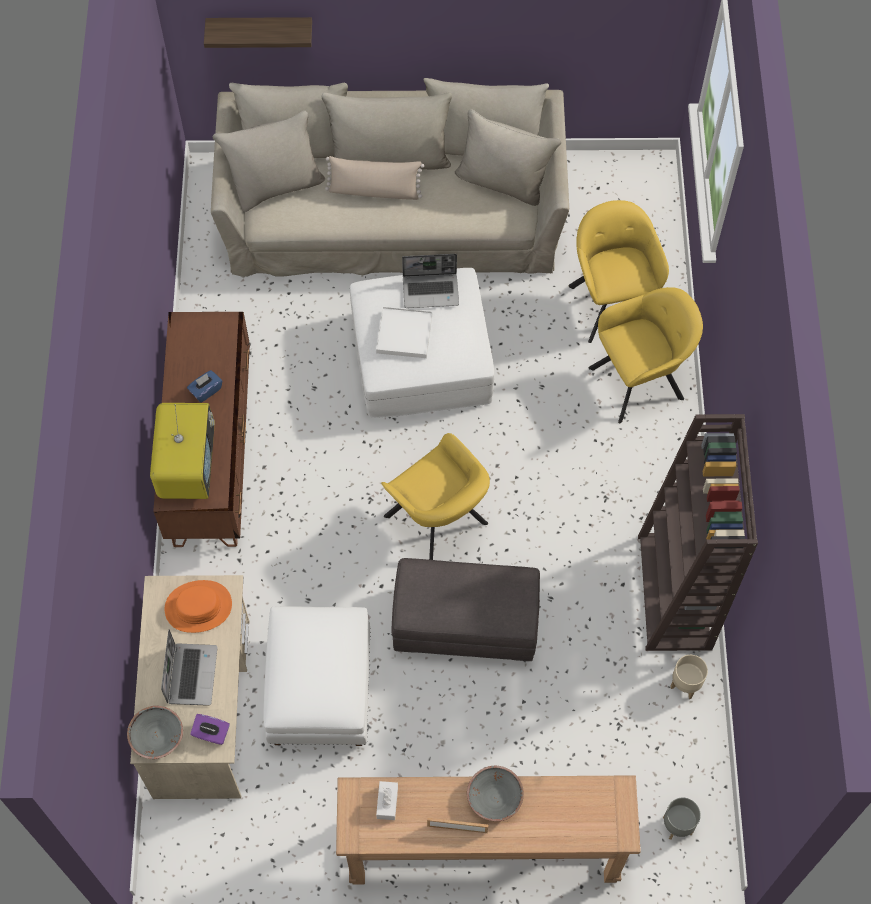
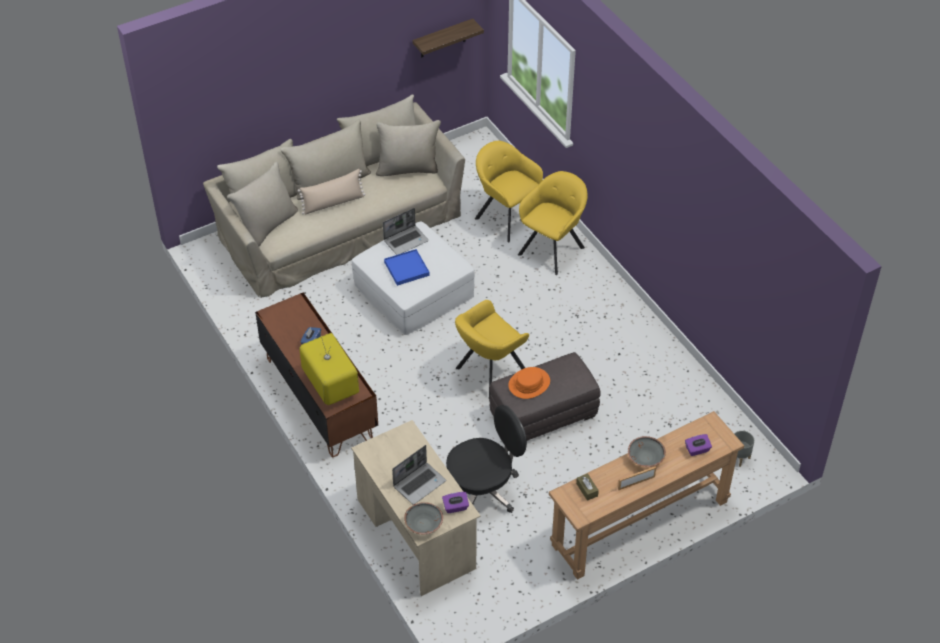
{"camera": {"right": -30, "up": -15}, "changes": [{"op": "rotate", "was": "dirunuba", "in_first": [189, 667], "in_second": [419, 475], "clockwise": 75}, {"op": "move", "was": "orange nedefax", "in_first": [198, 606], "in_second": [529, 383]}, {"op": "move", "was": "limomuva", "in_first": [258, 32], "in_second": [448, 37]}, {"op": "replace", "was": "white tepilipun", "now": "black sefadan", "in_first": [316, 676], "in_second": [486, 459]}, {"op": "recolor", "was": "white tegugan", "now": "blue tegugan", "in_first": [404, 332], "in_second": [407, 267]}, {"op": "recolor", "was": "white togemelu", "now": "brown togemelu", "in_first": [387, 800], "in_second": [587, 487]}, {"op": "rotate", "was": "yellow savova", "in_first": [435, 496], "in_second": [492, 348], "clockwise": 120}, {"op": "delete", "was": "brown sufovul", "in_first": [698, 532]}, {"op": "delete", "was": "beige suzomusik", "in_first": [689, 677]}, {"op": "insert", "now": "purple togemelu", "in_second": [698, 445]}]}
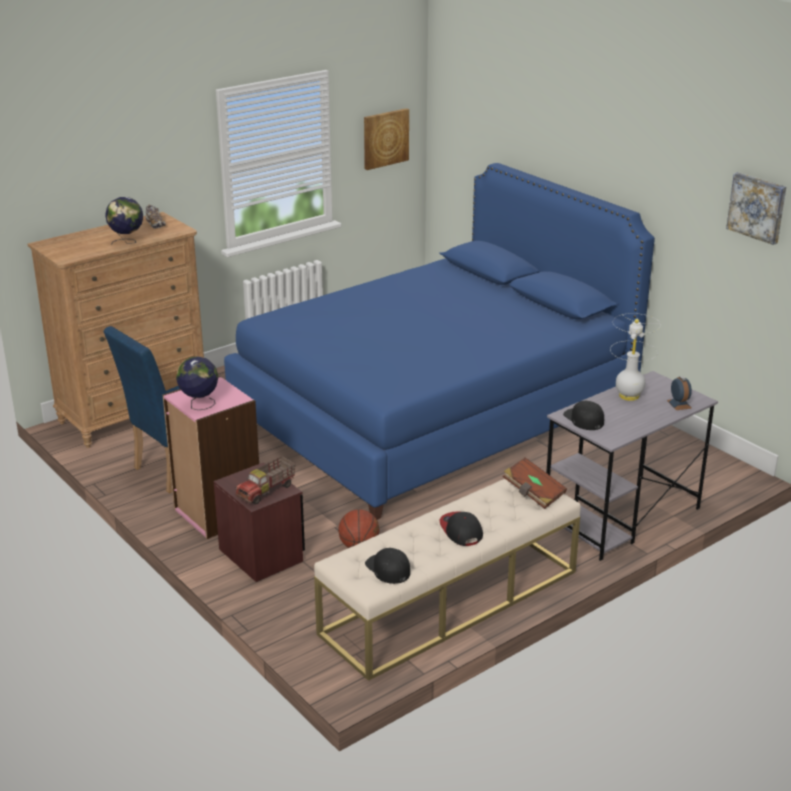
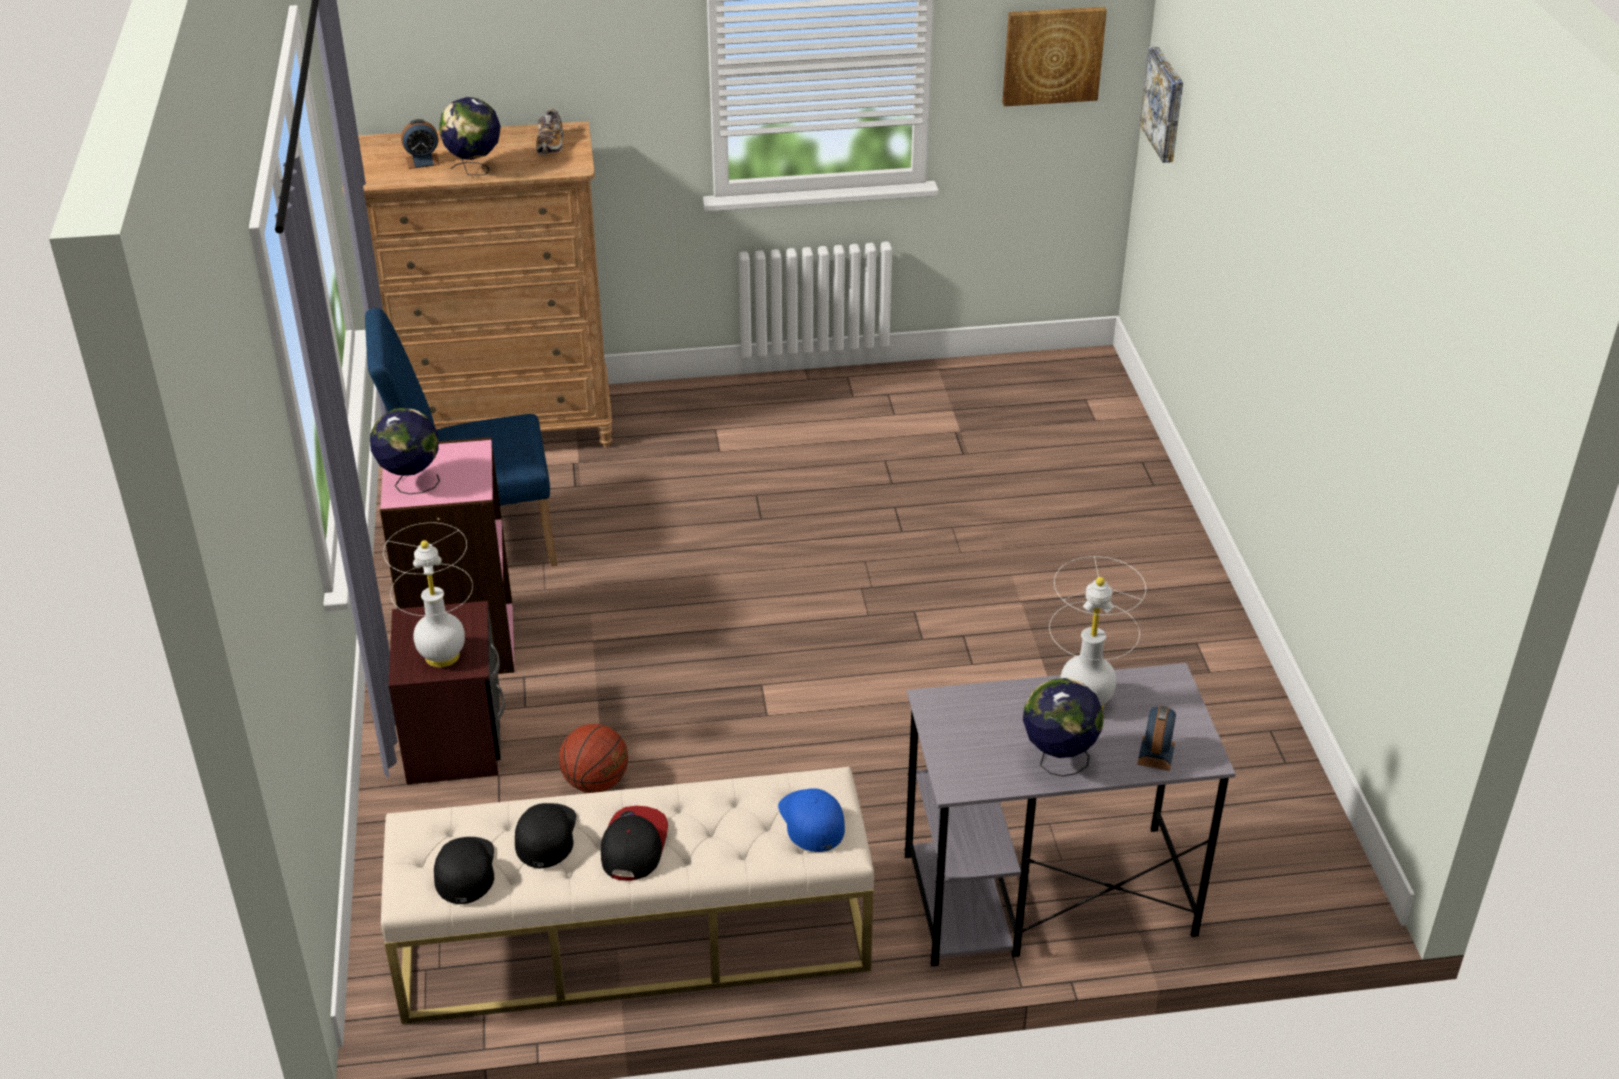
{"camera": {"right": 30, "up": 10}, "changes": [{"op": "delete", "was": "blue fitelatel", "in_first": [439, 341]}, {"op": "replace", "was": "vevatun", "now": "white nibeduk", "in_first": [266, 480], "in_second": [428, 594]}, {"op": "replace", "was": "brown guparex", "now": "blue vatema", "in_first": [535, 483], "in_second": [811, 820]}, {"op": "move", "was": "black vatema", "in_first": [583, 415], "in_second": [545, 835]}, {"op": "move", "was": "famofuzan", "in_first": [756, 208], "in_second": [1161, 105]}, {"op": "insert", "now": "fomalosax", "in_second": [420, 144]}, {"op": "insert", "now": "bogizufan", "in_second": [1063, 727]}]}
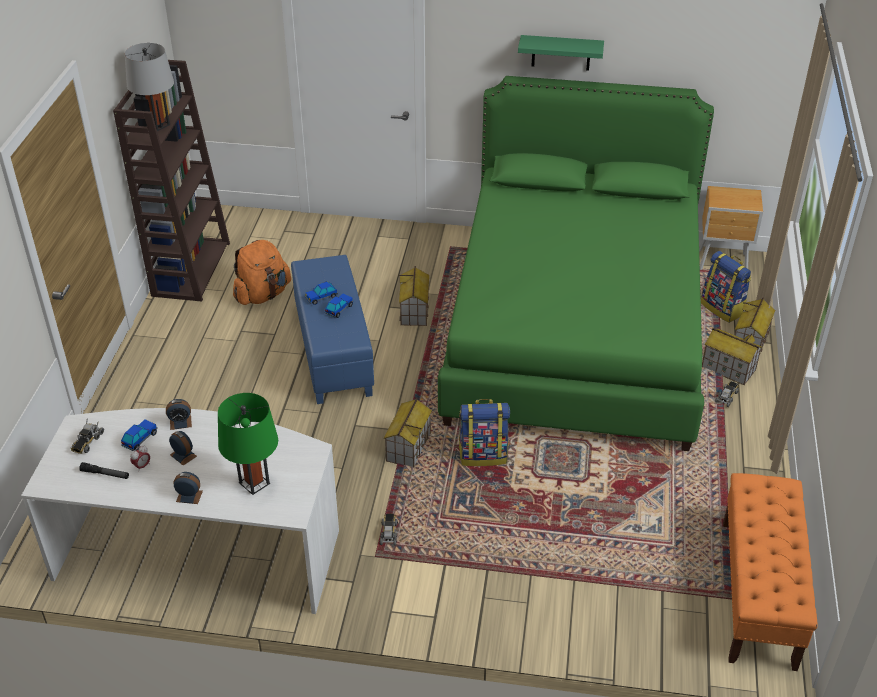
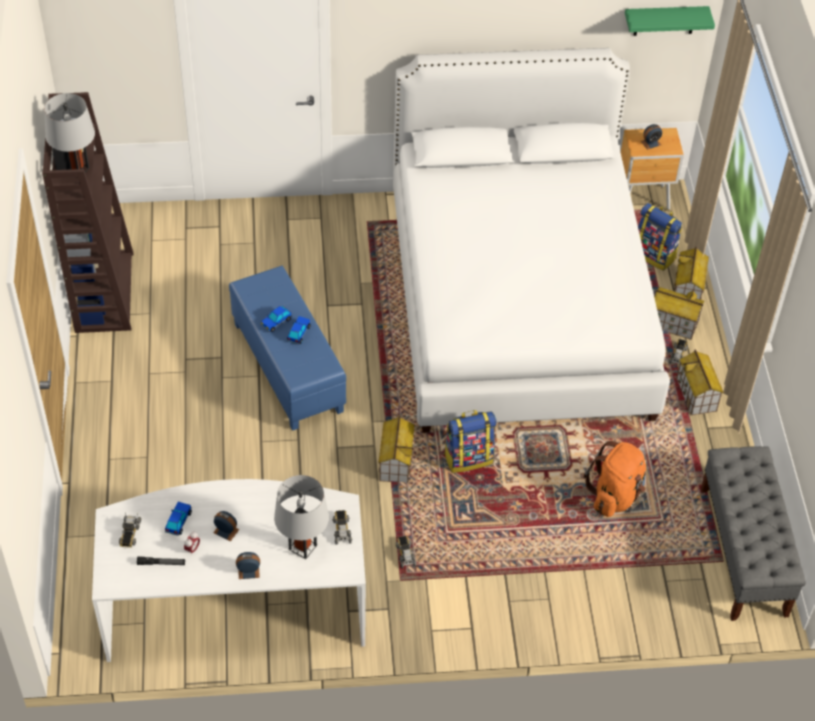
{"camera": {"right": -15, "up": 10}, "changes": [{"op": "move", "was": "fomalosax", "in_first": [179, 414], "in_second": [651, 137]}, {"op": "recolor", "was": "green nibeduk", "now": "grey nibeduk", "in_first": [248, 444], "in_second": [301, 517]}, {"op": "move", "was": "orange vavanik", "in_first": [262, 272], "in_second": [615, 479]}, {"op": "move", "was": "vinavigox", "in_first": [414, 296], "in_second": [700, 383]}, {"op": "recolor", "was": "green fitelatel", "now": "white fitelatel", "in_first": [576, 263], "in_second": [531, 240]}, {"op": "move", "was": "green limomuva", "in_first": [561, 52], "in_second": [670, 21]}, {"op": "recolor", "was": "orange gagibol", "now": "grey gagibol", "in_first": [770, 572], "in_second": [753, 533]}, {"op": "insert", "now": "vevatun", "in_second": [342, 527]}]}
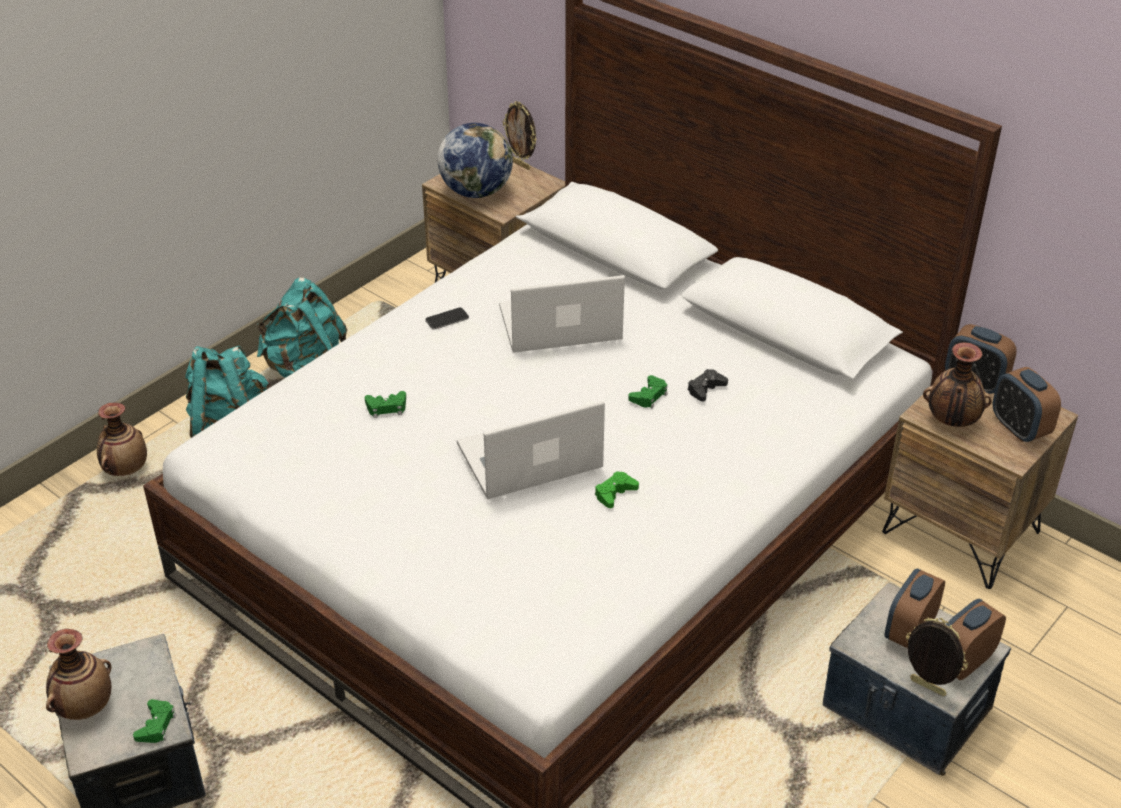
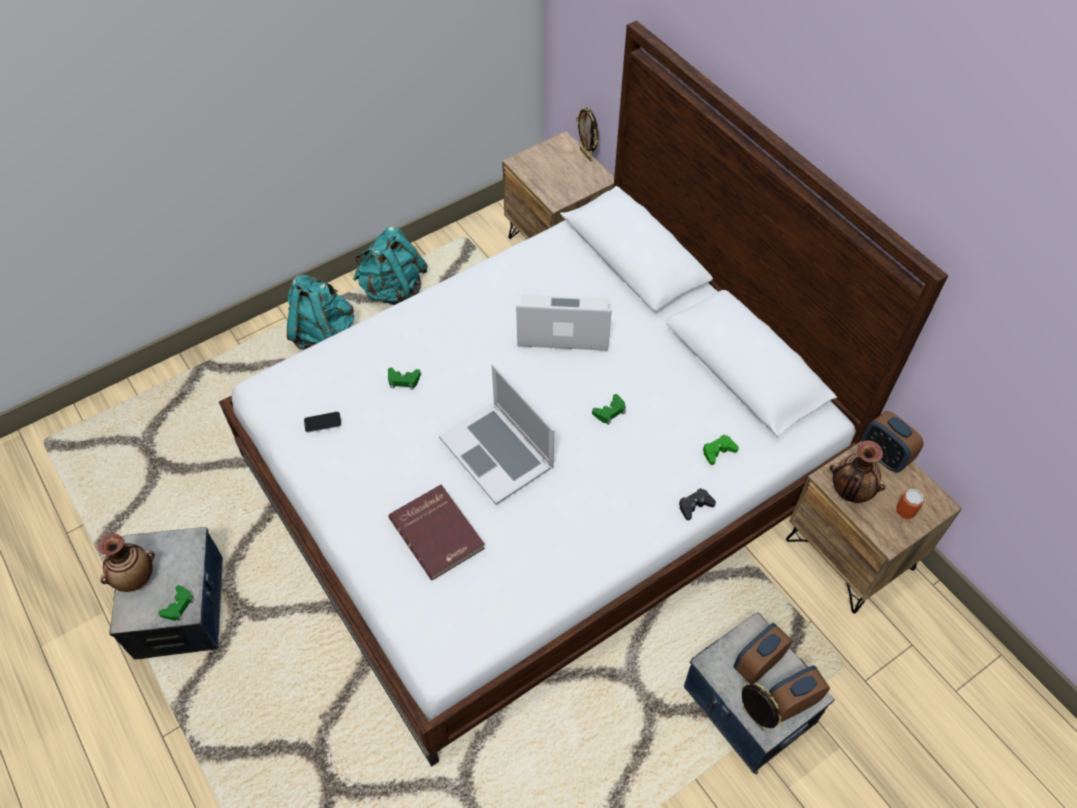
{"camera": {"right": 15, "up": 15}, "changes": [{"op": "delete", "was": "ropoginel", "in_first": [122, 439]}, {"op": "move", "was": "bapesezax", "in_first": [447, 319], "in_second": [322, 422]}, {"op": "delete", "was": "bogizufan", "in_first": [475, 160]}, {"op": "rotate", "was": "dirunuba", "in_first": [531, 450], "in_second": [496, 434], "clockwise": -120}, {"op": "move", "was": "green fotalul", "in_first": [617, 489], "in_second": [721, 450]}, {"op": "move", "was": "black fotalul", "in_first": [708, 385], "in_second": [697, 504]}, {"op": "replace", "was": "fomalosax", "now": "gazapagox", "in_first": [1027, 404], "in_second": [910, 504]}, {"op": "insert", "now": "red guparex", "in_second": [436, 532]}]}
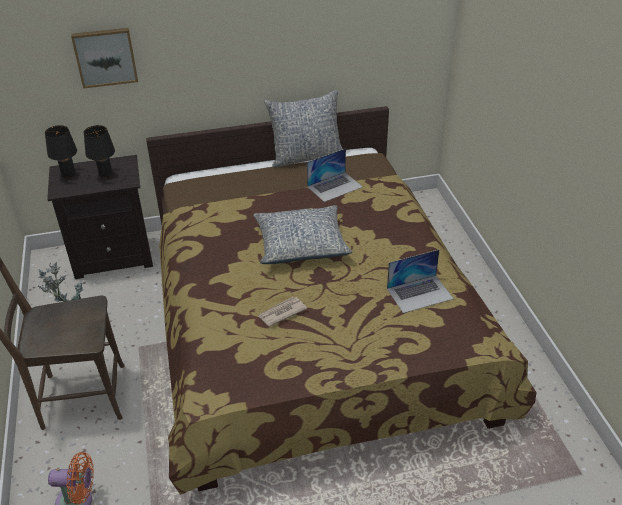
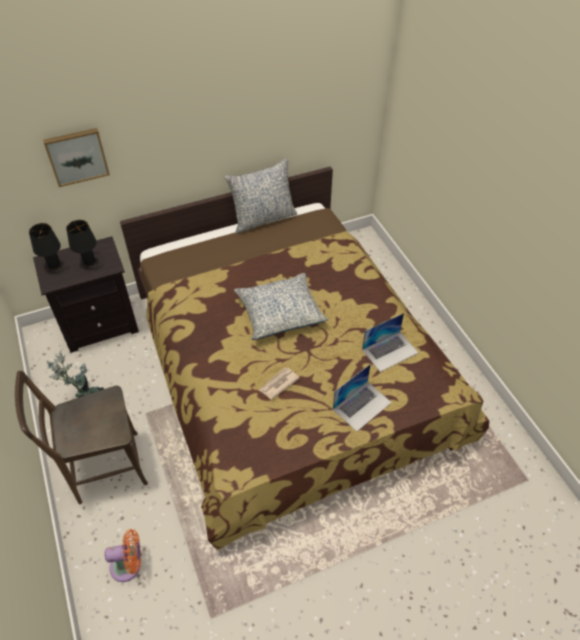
{"camera": {"right": -10, "up": 10}, "changes": [{"op": "move", "was": "dirunuba", "in_first": [335, 175], "in_second": [362, 397]}]}
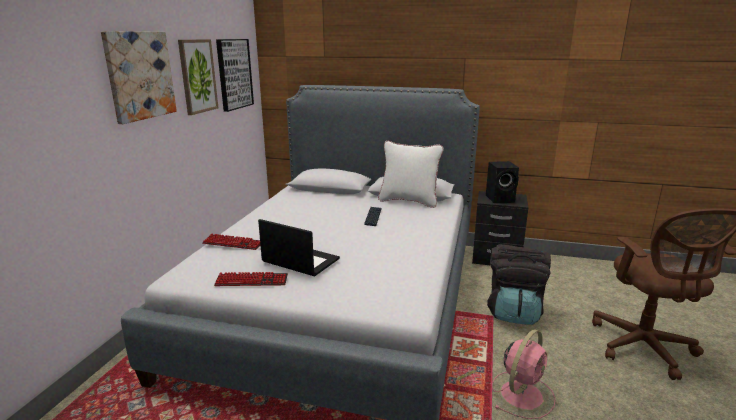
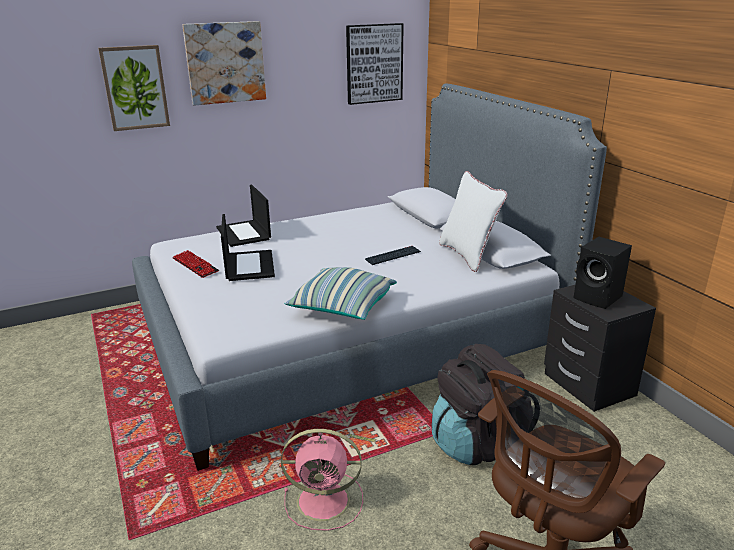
{"camera": {"right": 50, "up": 5}, "changes": [{"op": "move", "was": "famofuzan", "in_first": [198, 77], "in_second": [134, 88]}, {"op": "replace", "was": "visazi", "now": "dirunuba", "in_first": [231, 242], "in_second": [243, 215]}, {"op": "insert", "now": "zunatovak", "in_second": [340, 293]}]}
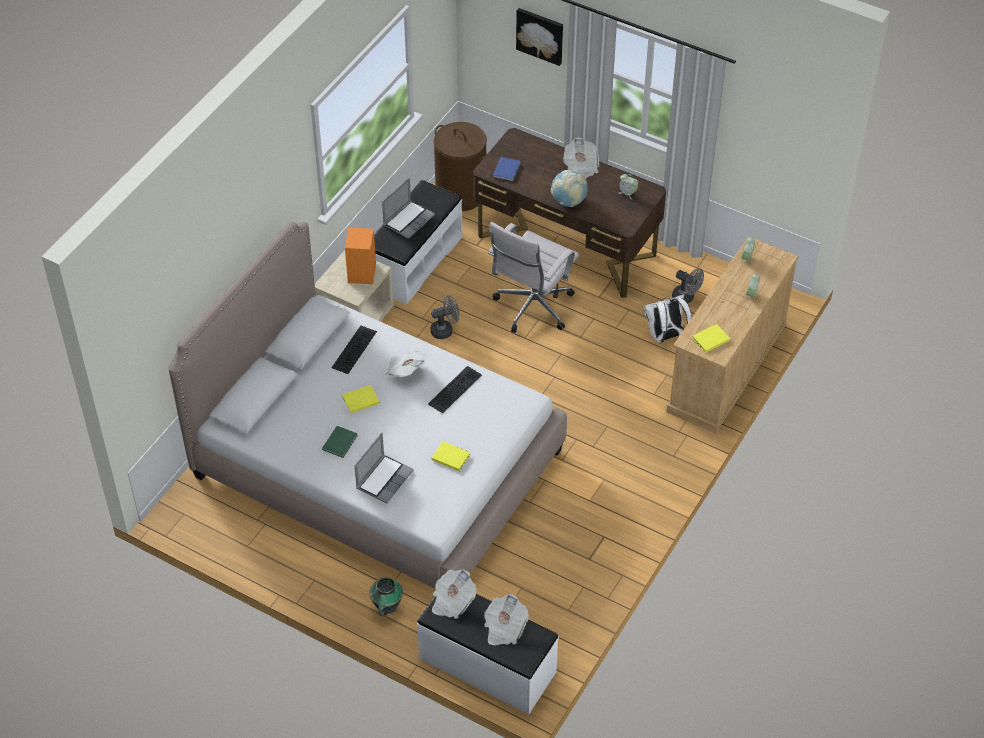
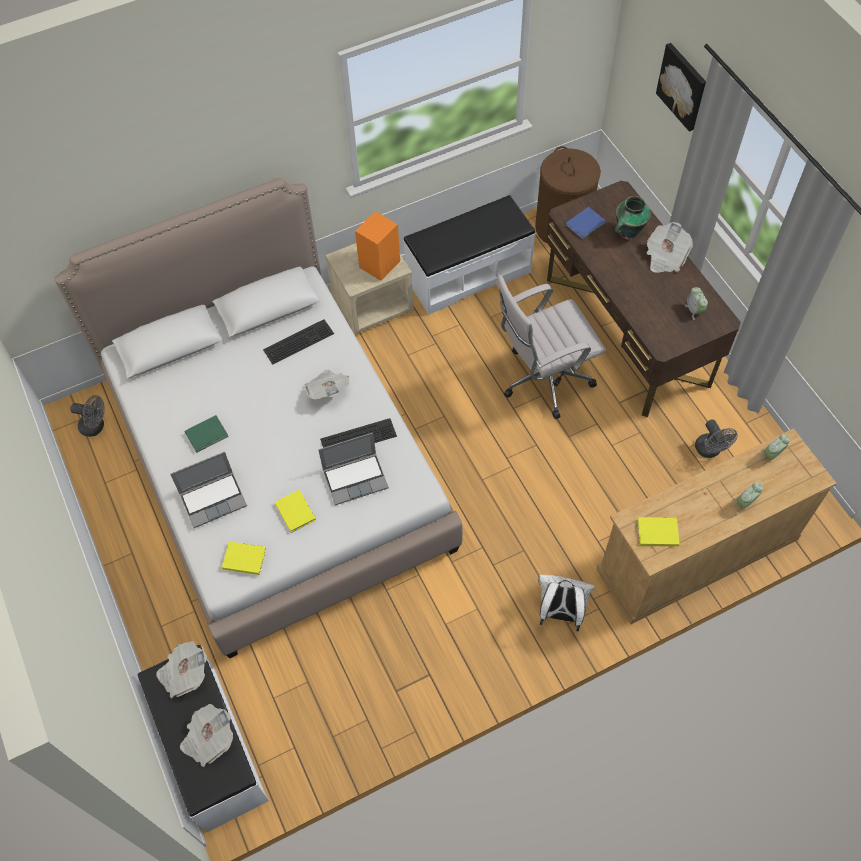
{"camera": {"right": 35, "up": 10}, "changes": [{"op": "move", "was": "yellow guparex", "in_first": [360, 399], "in_second": [244, 558]}, {"op": "move", "was": "ropoginel", "in_first": [386, 596], "in_second": [633, 218]}, {"op": "move", "was": "dirunuba", "in_first": [408, 208], "in_second": [353, 468]}, {"op": "move", "was": "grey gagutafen", "in_first": [445, 317], "in_second": [87, 416]}, {"op": "delete", "was": "bogizufan", "in_first": [569, 188]}, {"op": "move", "was": "white vavanik", "in_first": [667, 319], "in_second": [566, 603]}]}
